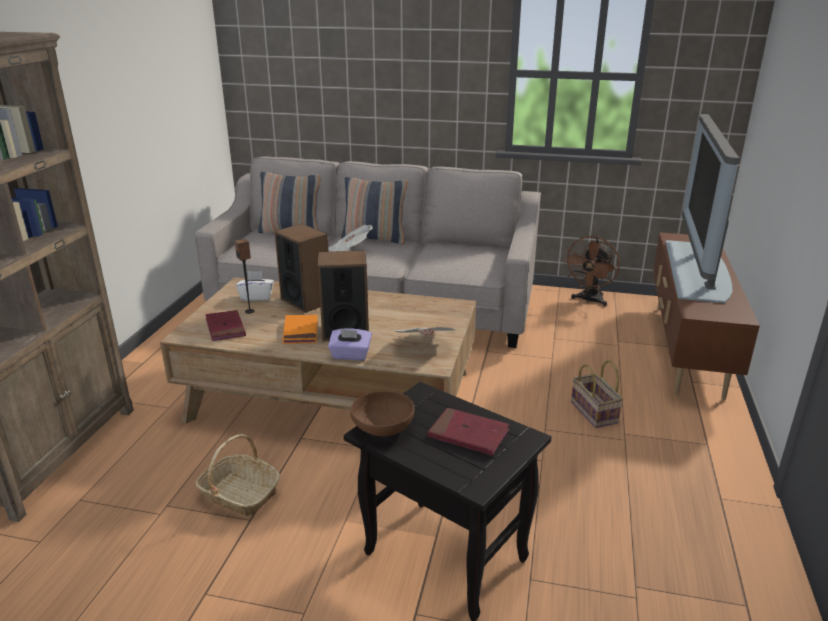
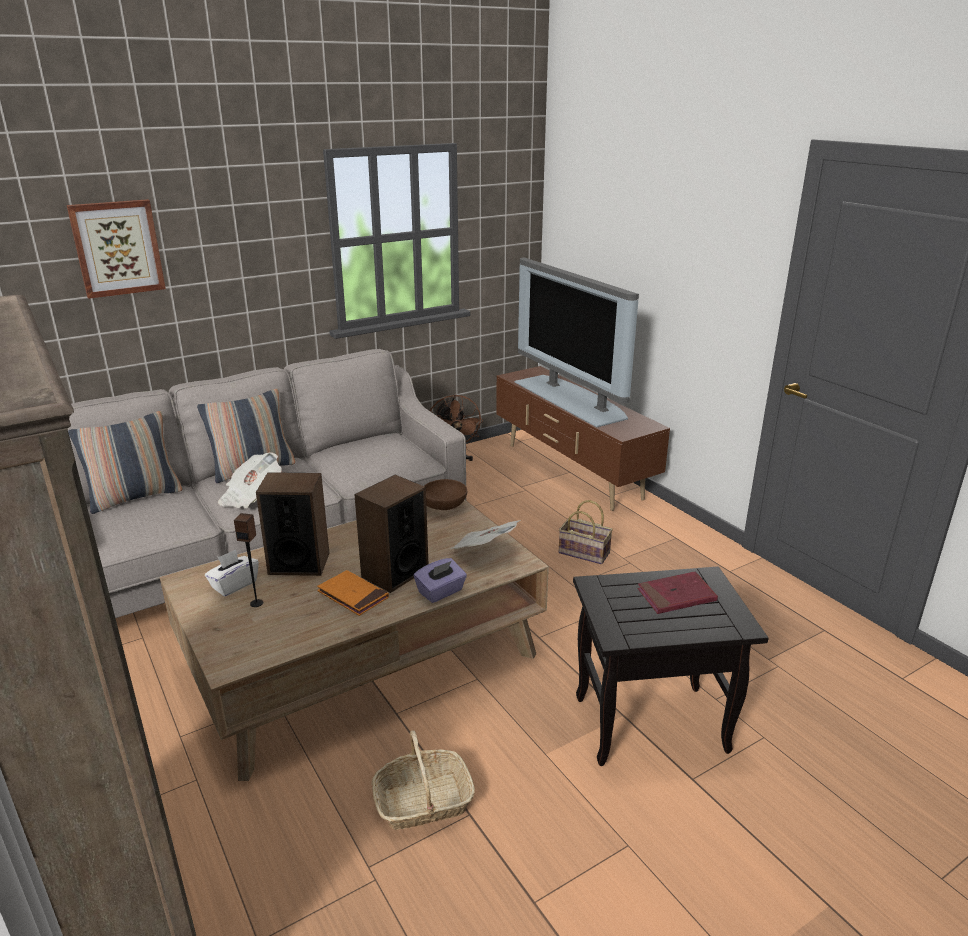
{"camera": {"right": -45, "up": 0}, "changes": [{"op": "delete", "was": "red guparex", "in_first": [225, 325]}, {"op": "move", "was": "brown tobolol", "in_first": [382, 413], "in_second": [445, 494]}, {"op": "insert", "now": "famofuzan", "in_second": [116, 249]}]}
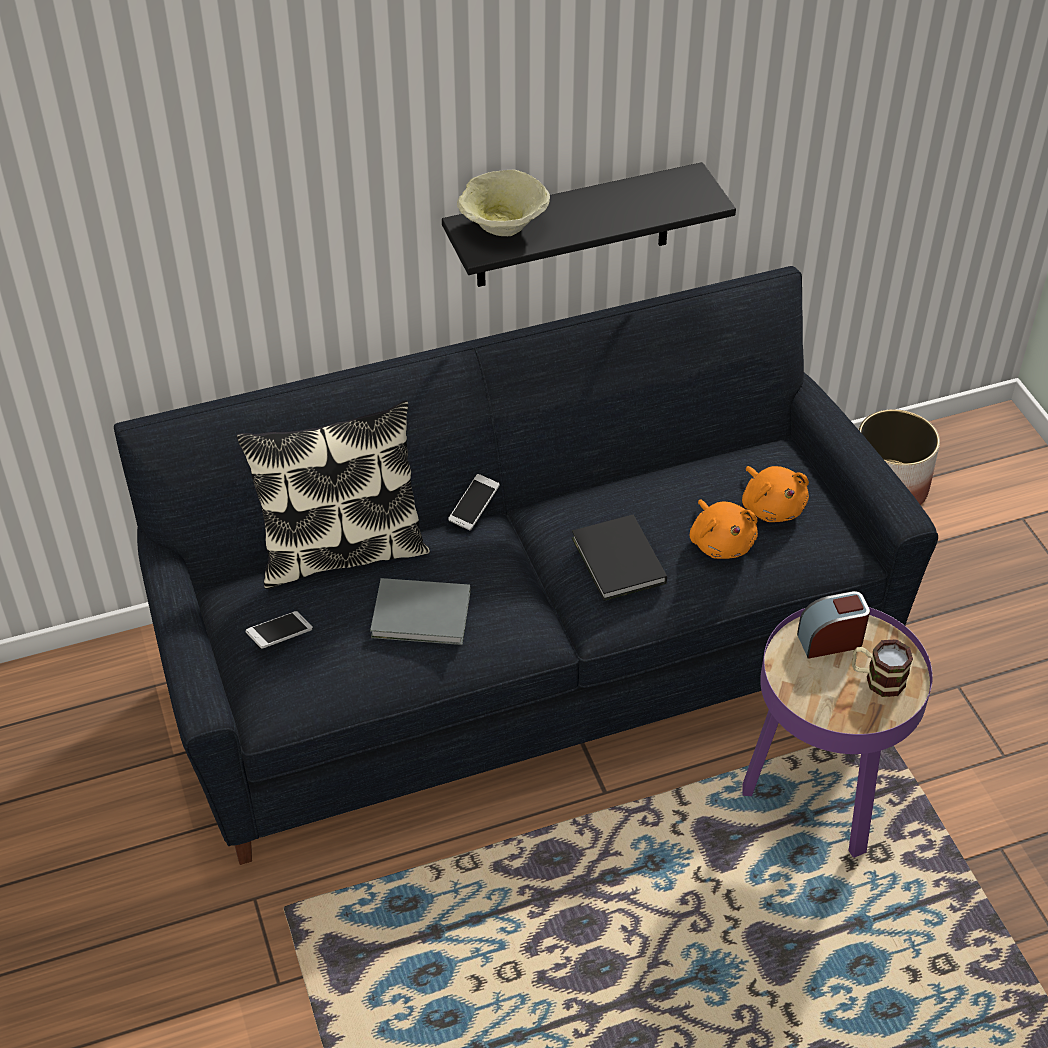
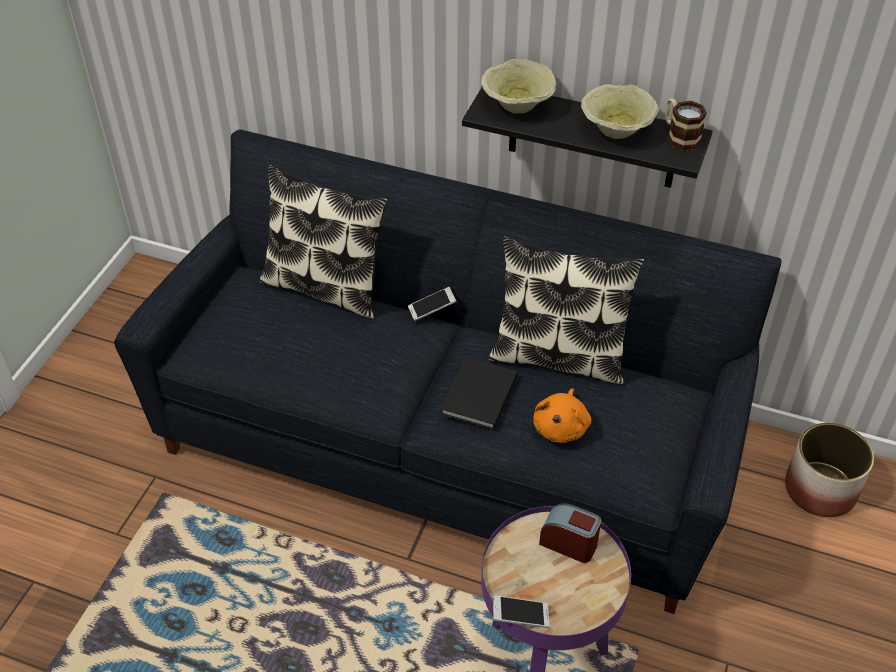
{"camera": {"right": 40, "up": 0}, "changes": [{"op": "move", "was": "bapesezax", "in_first": [279, 630], "in_second": [521, 611]}, {"op": "delete", "was": "grey guparex", "in_first": [420, 611]}, {"op": "delete", "was": "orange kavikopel", "in_first": [775, 494]}, {"op": "move", "was": "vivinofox", "in_first": [882, 668], "in_second": [686, 124]}, {"op": "insert", "now": "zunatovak", "in_second": [566, 310]}, {"op": "insert", "now": "beige tobolol", "in_second": [620, 111]}]}
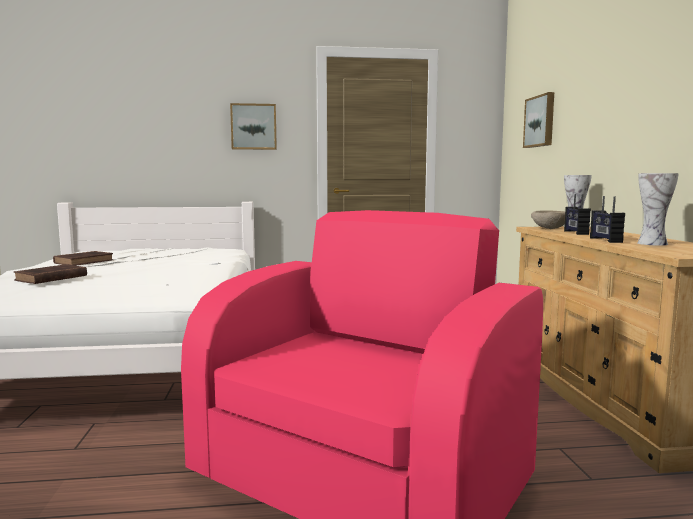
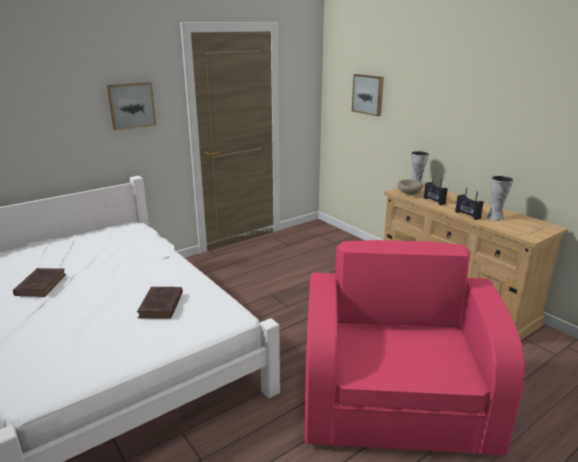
{"camera": {"right": -30, "up": 15}, "changes": [{"op": "move", "was": "brown guparex", "in_first": [50, 274], "in_second": [160, 303]}]}
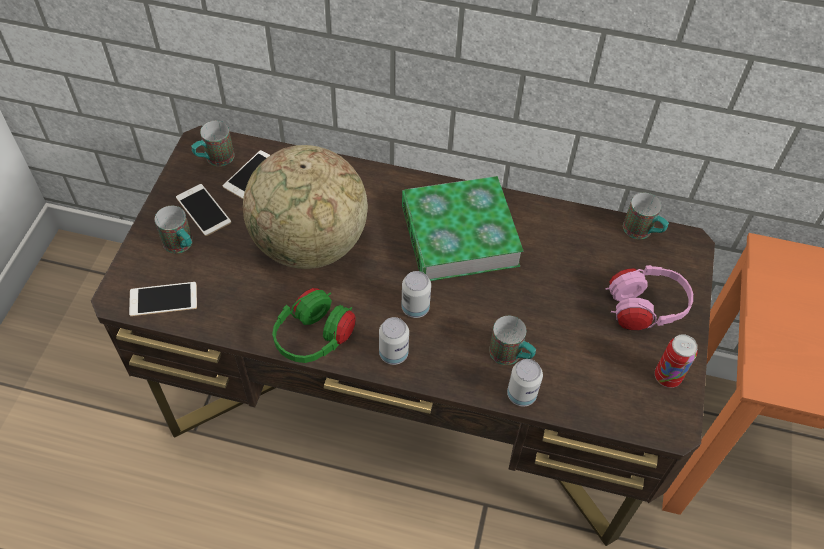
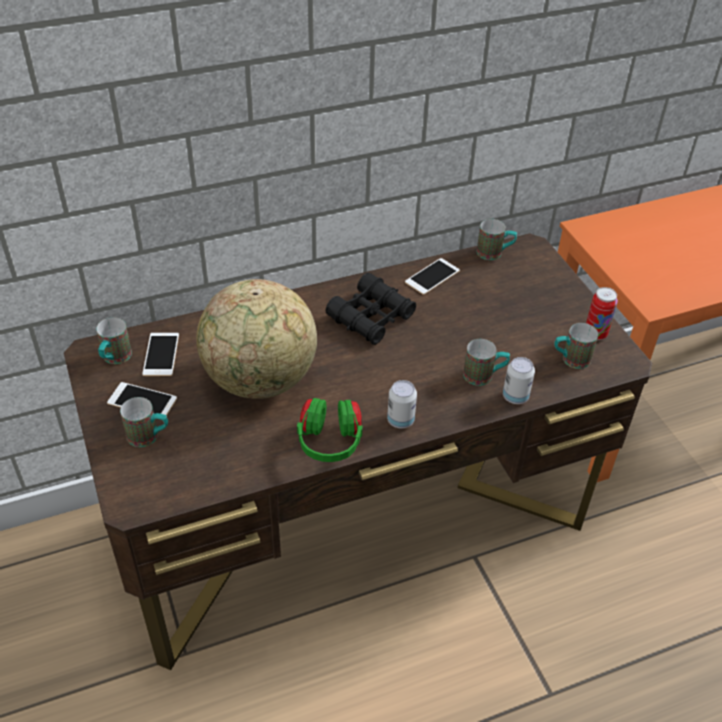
{"camera": {"right": -35, "up": -10}, "changes": [{"op": "move", "was": "bapesezax", "in_first": [163, 299], "in_second": [432, 276]}, {"op": "delete", "was": "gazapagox", "in_first": [416, 294]}, {"op": "replace", "was": "guparex", "now": "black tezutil", "in_first": [462, 228], "in_second": [370, 309]}, {"op": "delete", "was": "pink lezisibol", "in_first": [649, 297]}, {"op": "insert", "now": "vivinofox", "in_second": [576, 346]}]}
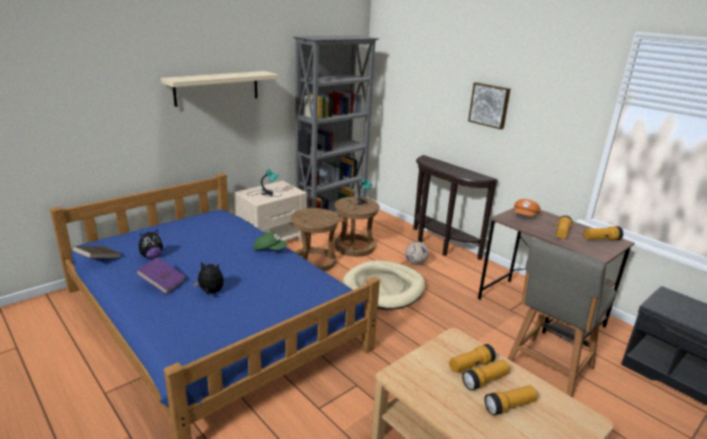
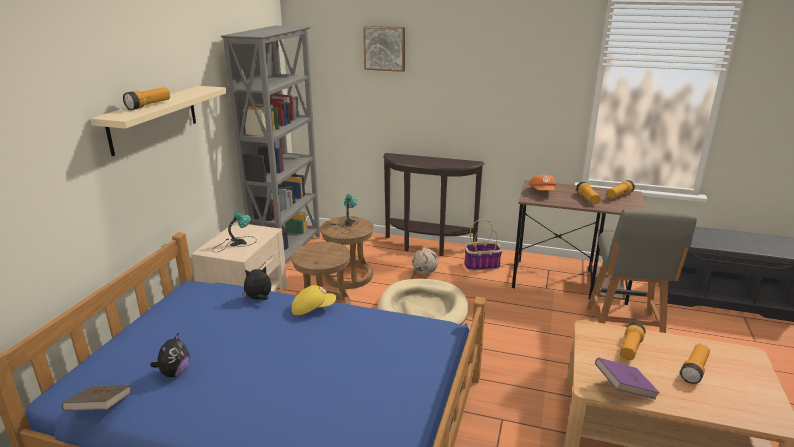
{"camera": {"right": -30, "up": 0}, "changes": [{"op": "move", "was": "purple guparex", "in_first": [161, 275], "in_second": [627, 378]}, {"op": "move", "was": "kavikopel", "in_first": [208, 278], "in_second": [257, 283]}, {"op": "recolor", "was": "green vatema", "now": "yellow vatema", "in_first": [270, 241], "in_second": [314, 300]}, {"op": "move", "was": "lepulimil", "in_first": [486, 375], "in_second": [146, 98]}, {"op": "move", "was": "famofuzan", "in_first": [489, 105], "in_second": [384, 49]}, {"op": "insert", "now": "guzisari", "in_second": [483, 245]}]}
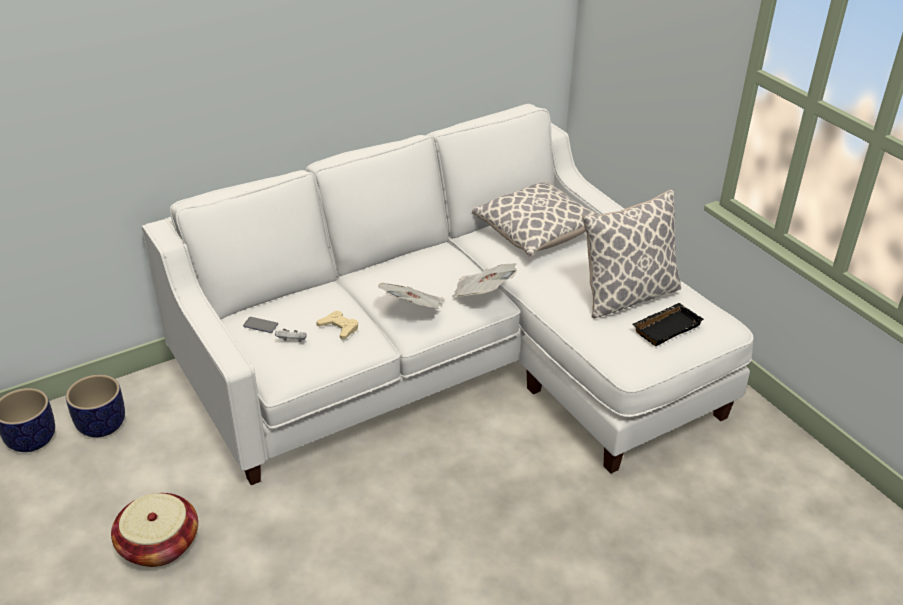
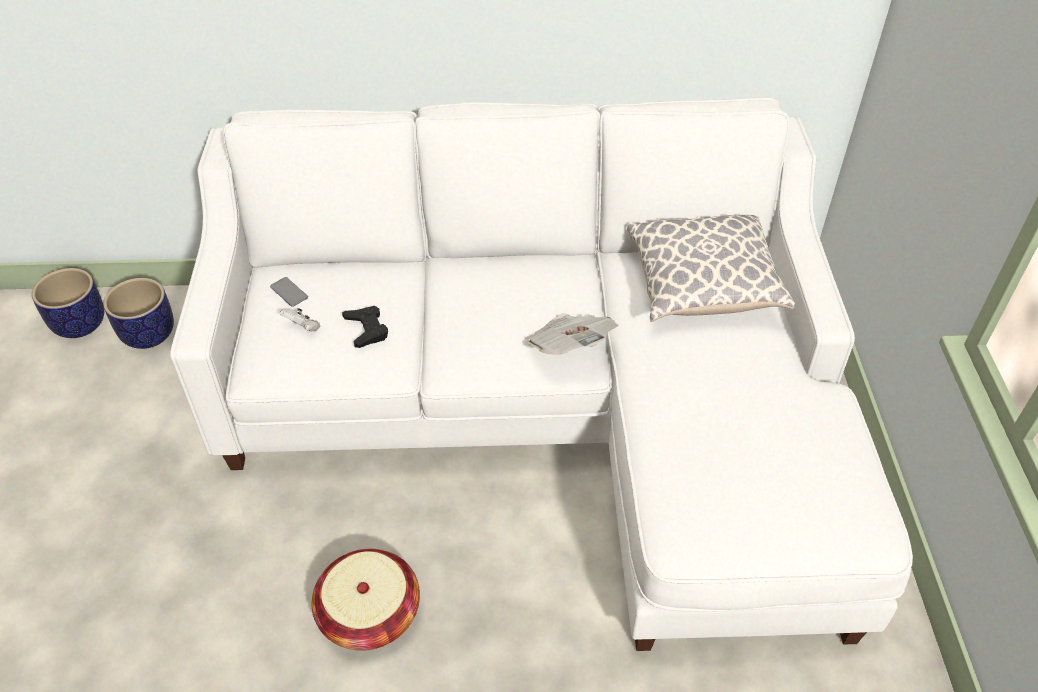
{"camera": {"right": 30, "up": 10}, "changes": [{"op": "move", "was": "guzisari", "in_first": [154, 530], "in_second": [366, 600]}, {"op": "recolor", "was": "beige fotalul", "now": "black fotalul", "in_first": [337, 325], "in_second": [365, 327]}, {"op": "delete", "was": "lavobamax", "in_first": [411, 296]}, {"op": "delete", "was": "zunatovak", "in_first": [631, 254]}, {"op": "delete", "was": "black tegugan", "in_first": [668, 324]}]}
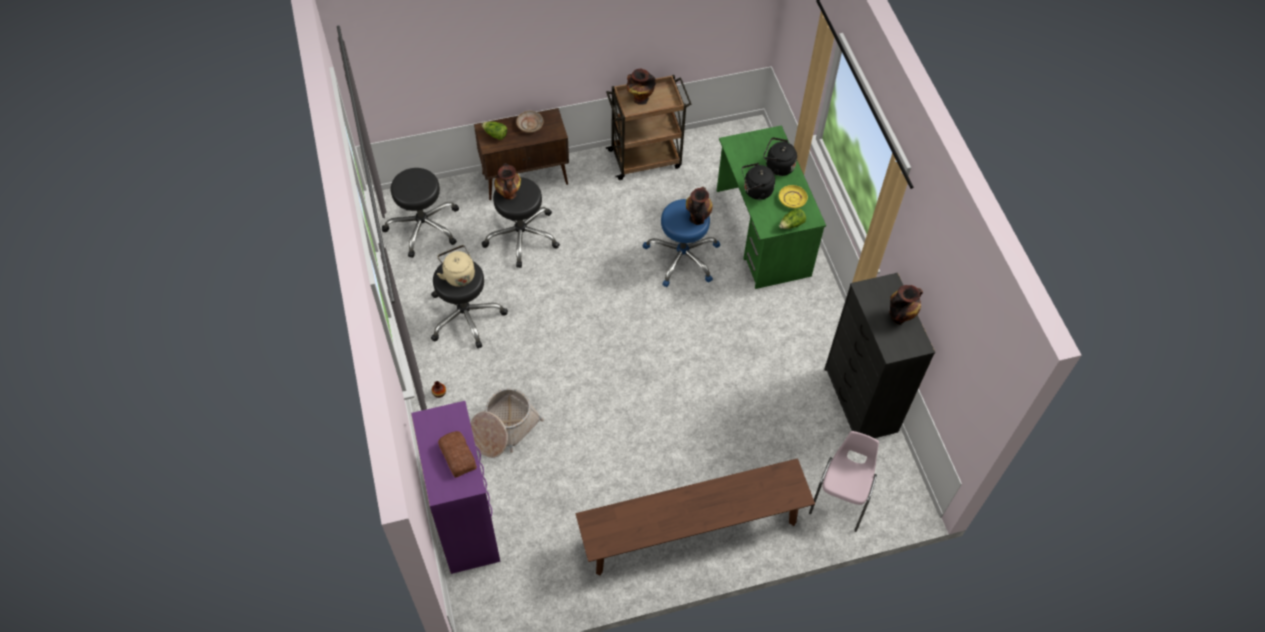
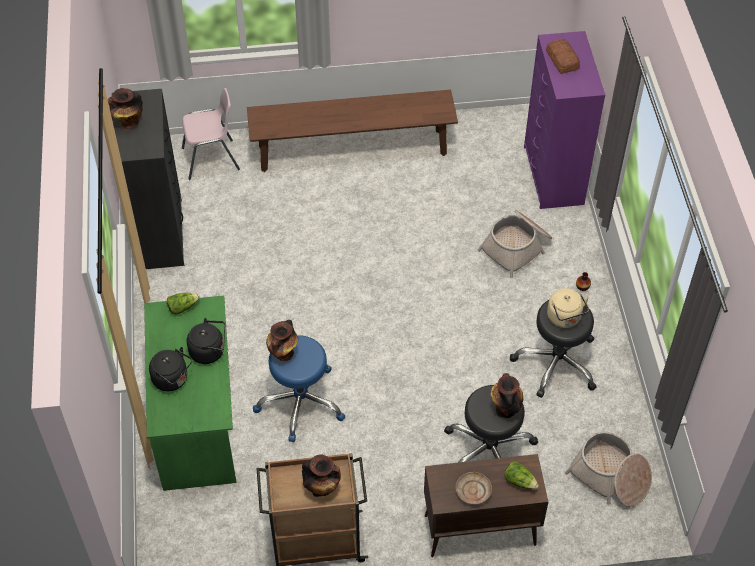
{"camera": {"right": -170, "up": -5}, "changes": [{"op": "replace", "was": "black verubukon", "now": "guzisari", "in_first": [420, 213], "in_second": [608, 469]}, {"op": "delete", "was": "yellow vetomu", "in_first": [793, 196]}, {"op": "rotate", "was": "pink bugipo", "in_first": [844, 481], "in_second": [211, 134], "clockwise": -135}]}
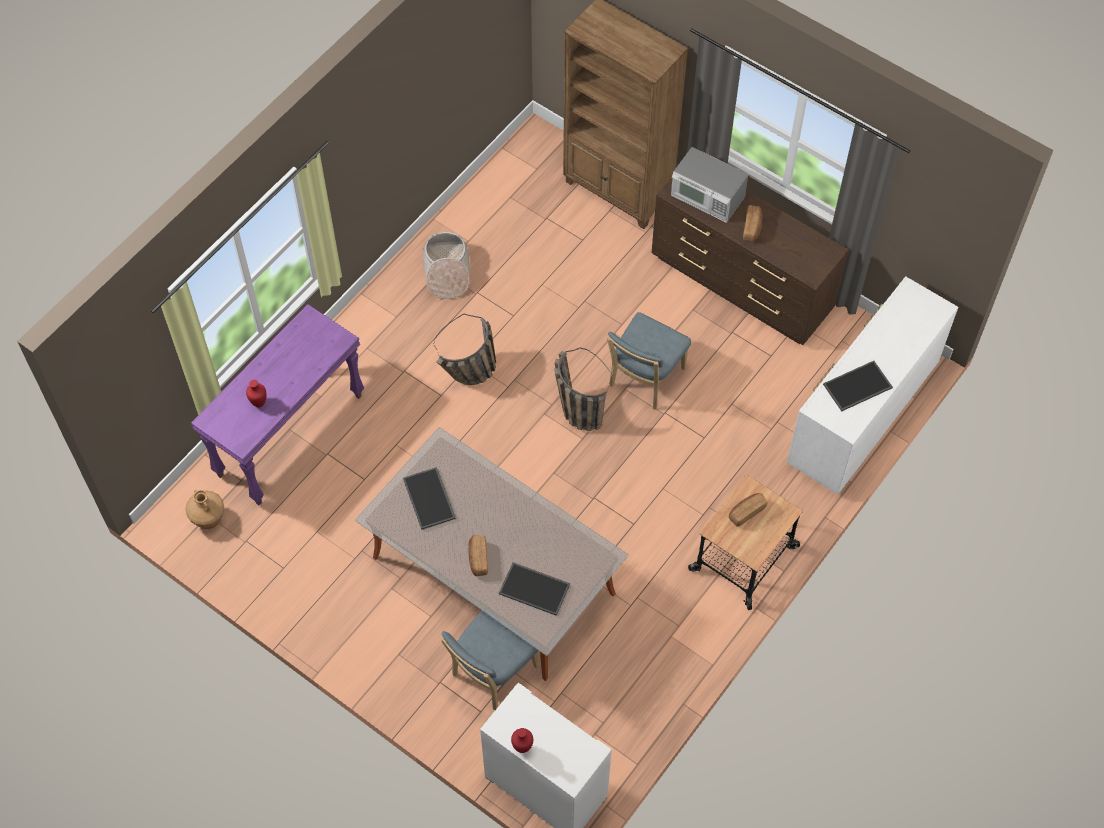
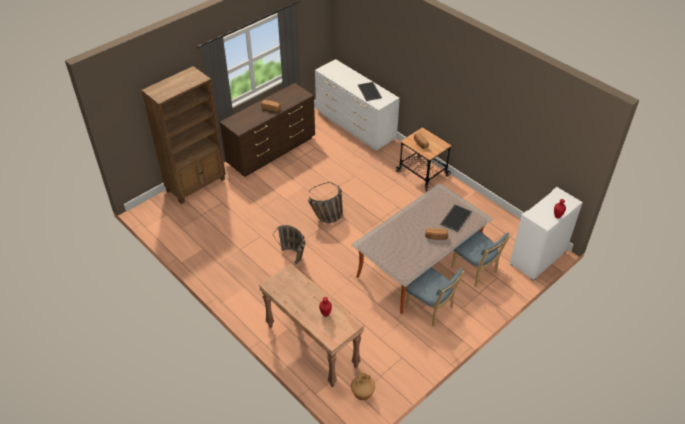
{"camera": {"right": -80, "up": -15}, "changes": [{"op": "recolor", "was": "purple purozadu", "now": "brown purozadu", "in_first": [277, 404], "in_second": [311, 325]}, {"op": "delete", "was": "tegugan", "in_first": [429, 498]}, {"op": "delete", "was": "guzisari", "in_first": [446, 265]}, {"op": "move", "was": "blue bugipo", "in_first": [649, 361], "in_second": [434, 297]}, {"op": "delete", "was": "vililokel", "in_first": [709, 185]}]}
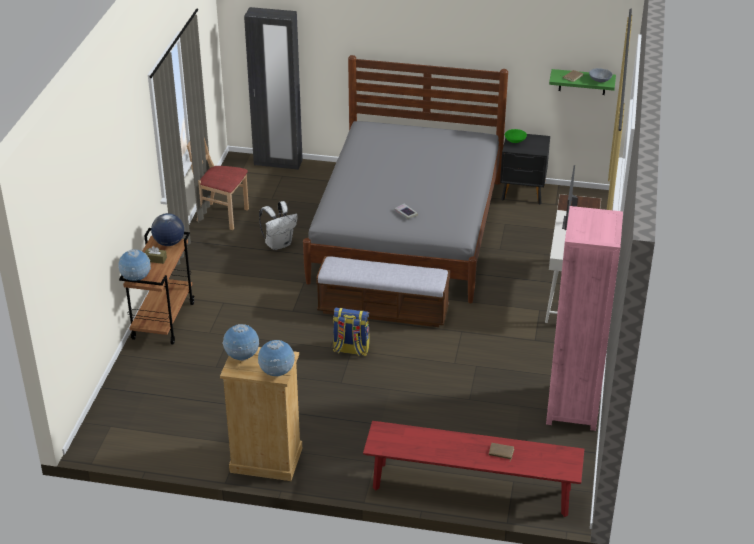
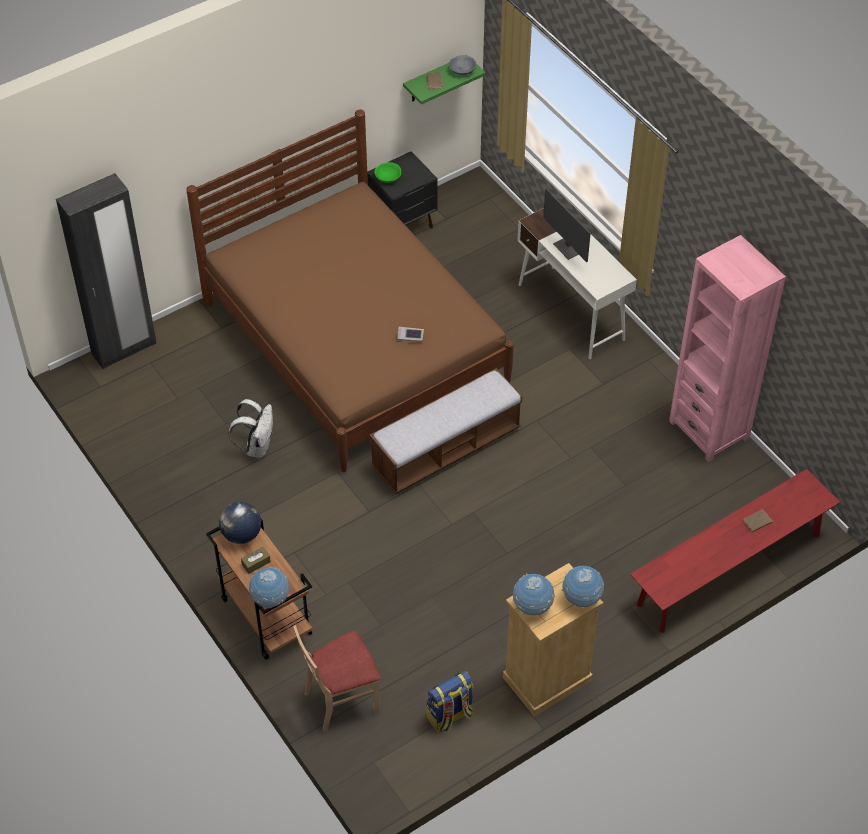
{"camera": {"right": -45, "up": 15}, "changes": [{"op": "move", "was": "beige bugipo", "in_first": [218, 184], "in_second": [337, 678]}, {"op": "recolor", "was": "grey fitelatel", "now": "brown fitelatel", "in_first": [405, 179], "in_second": [350, 290]}, {"op": "move", "was": "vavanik", "in_first": [351, 332], "in_second": [449, 701]}]}
